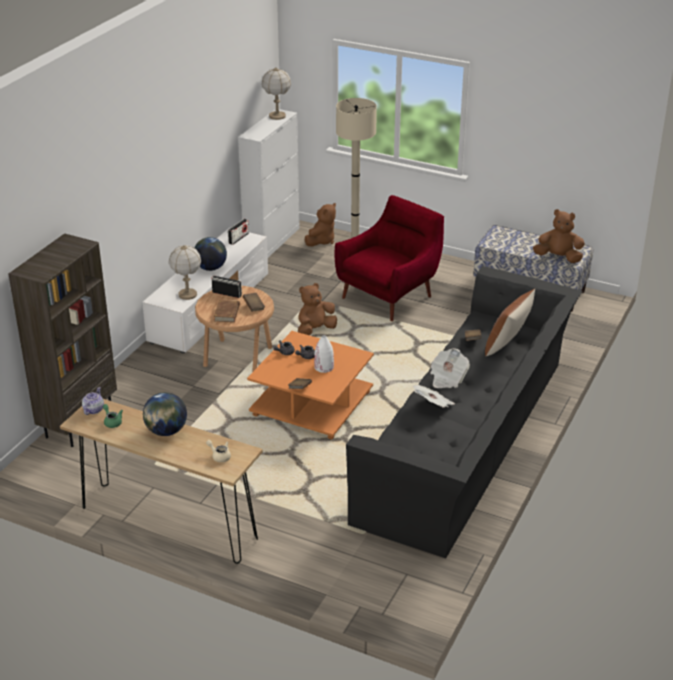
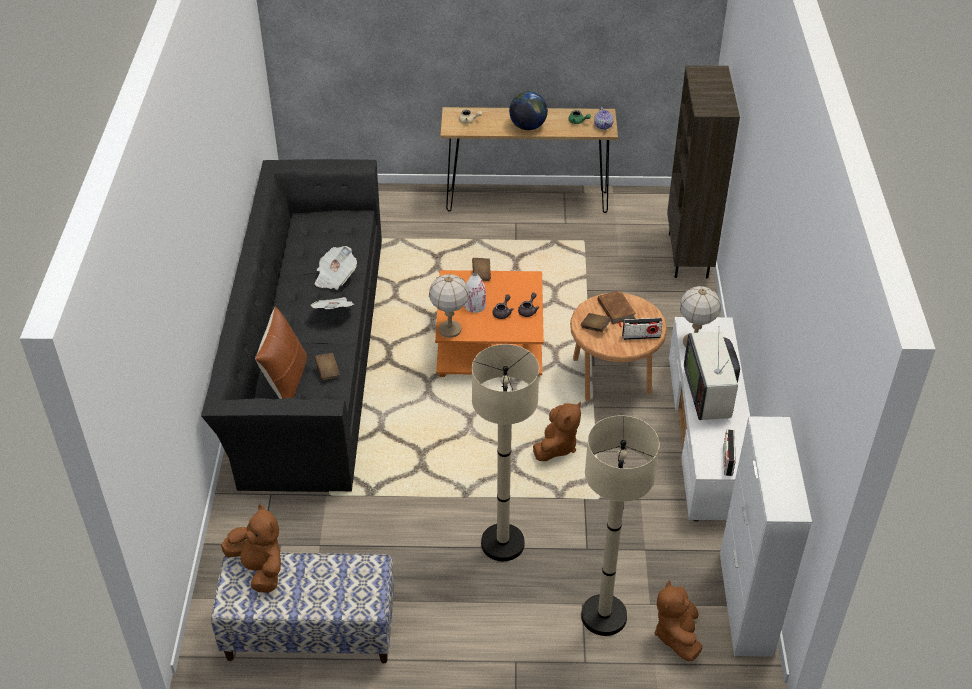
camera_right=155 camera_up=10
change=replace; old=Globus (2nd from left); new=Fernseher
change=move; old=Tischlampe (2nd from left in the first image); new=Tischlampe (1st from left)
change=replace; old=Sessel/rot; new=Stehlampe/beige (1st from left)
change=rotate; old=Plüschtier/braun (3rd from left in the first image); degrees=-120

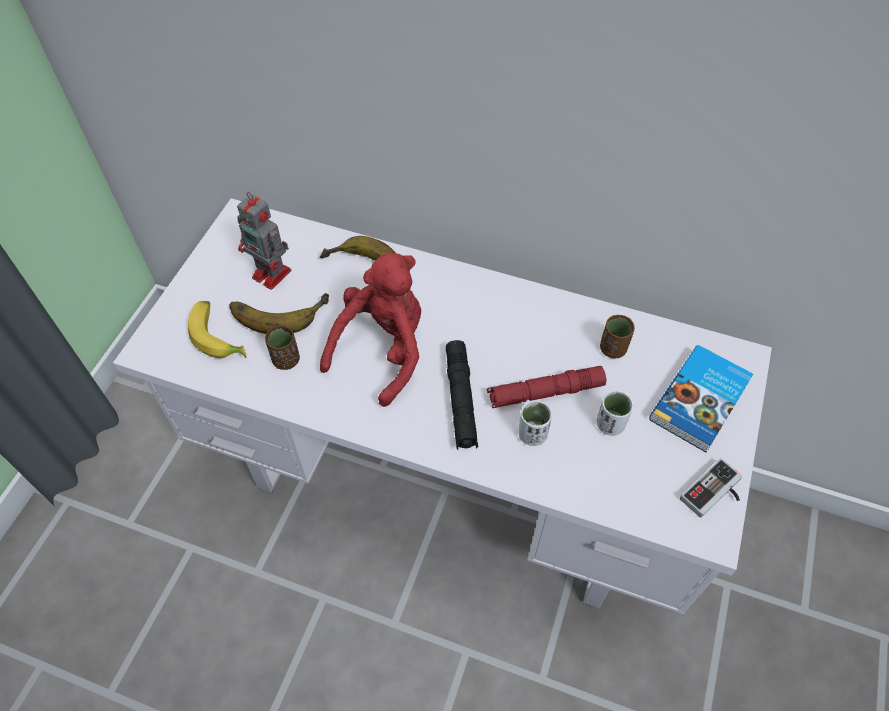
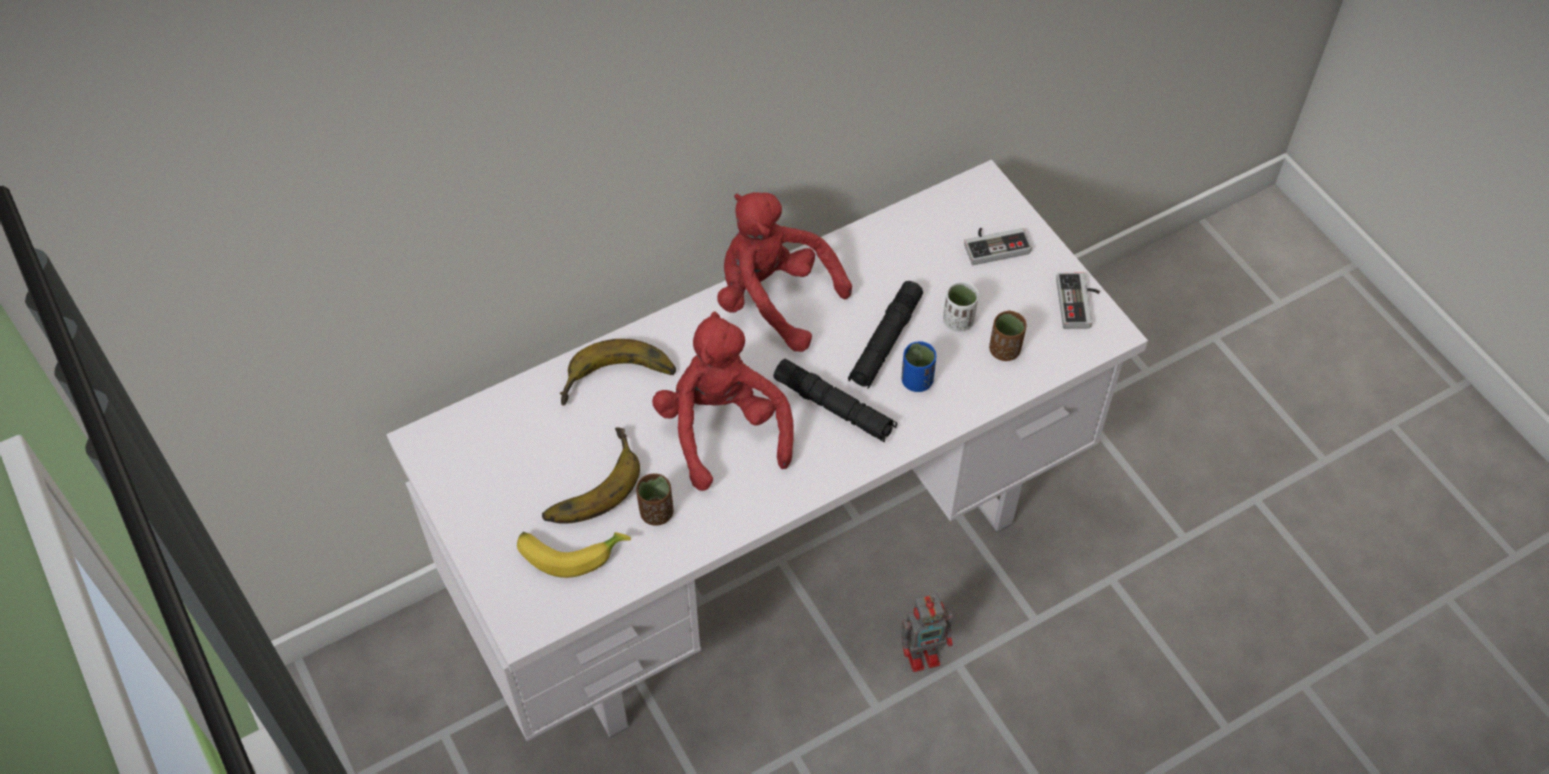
camera_right=-50 camera_up=0
change=move; old=Spielzeugroboter
change=recolor; old=Taschenlampe/rot; new=Taschenlampe/schwarz (2nd from left)
change=recolor; old=Tasse/weiß (1st from left); new=Tasse/blau
change=move; old=Tasse/braun (2nd from left)
change=replace; old=Buch; new=Gamepad (1st from left)
change=insert; new=Plüschtier/rot (2nd from left)

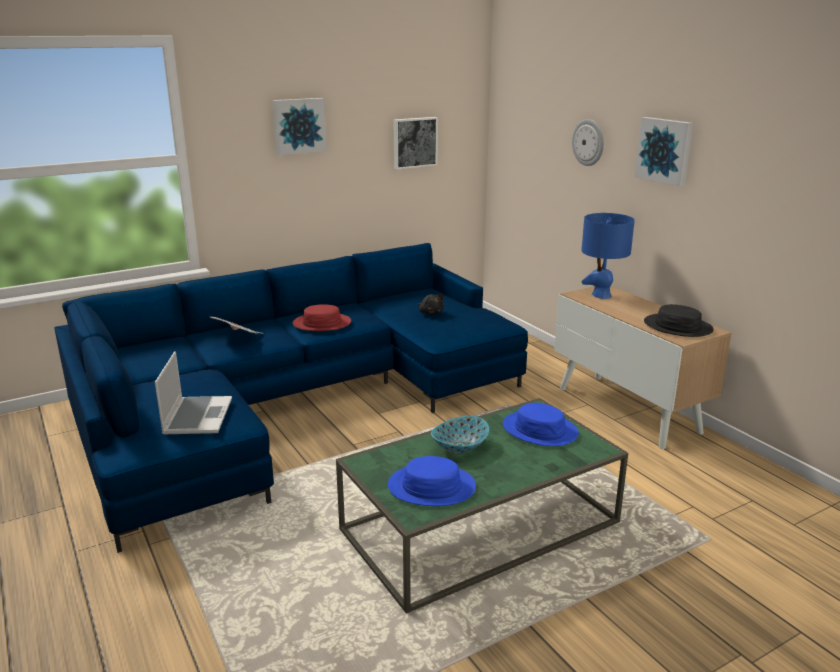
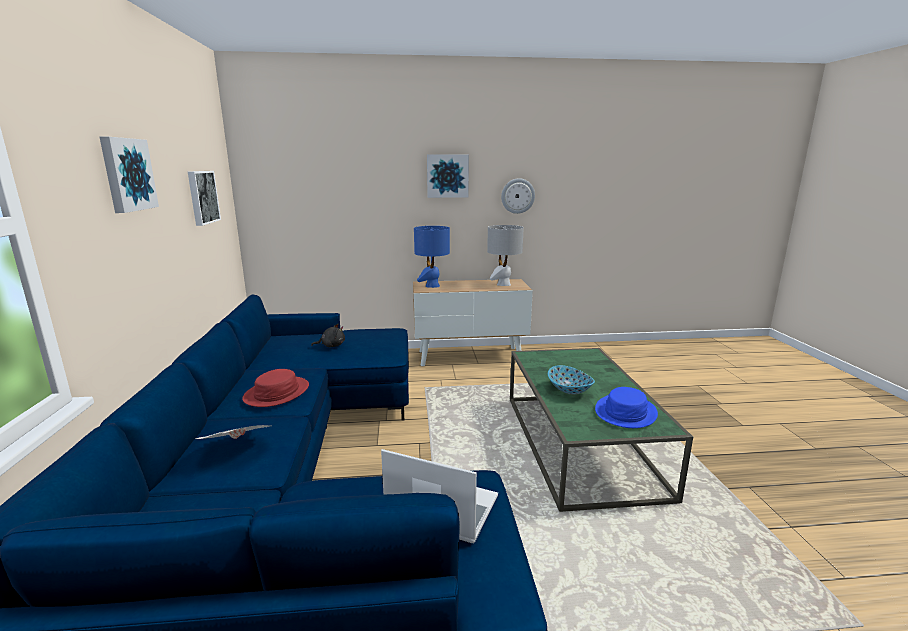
camera_right=-65 camera_up=-5
change=delete; old=Hut/blau (2nd from left)
change=move; old=Wanduhr
change=replace; old=Hut/schwarz; new=Tischlampe/grau

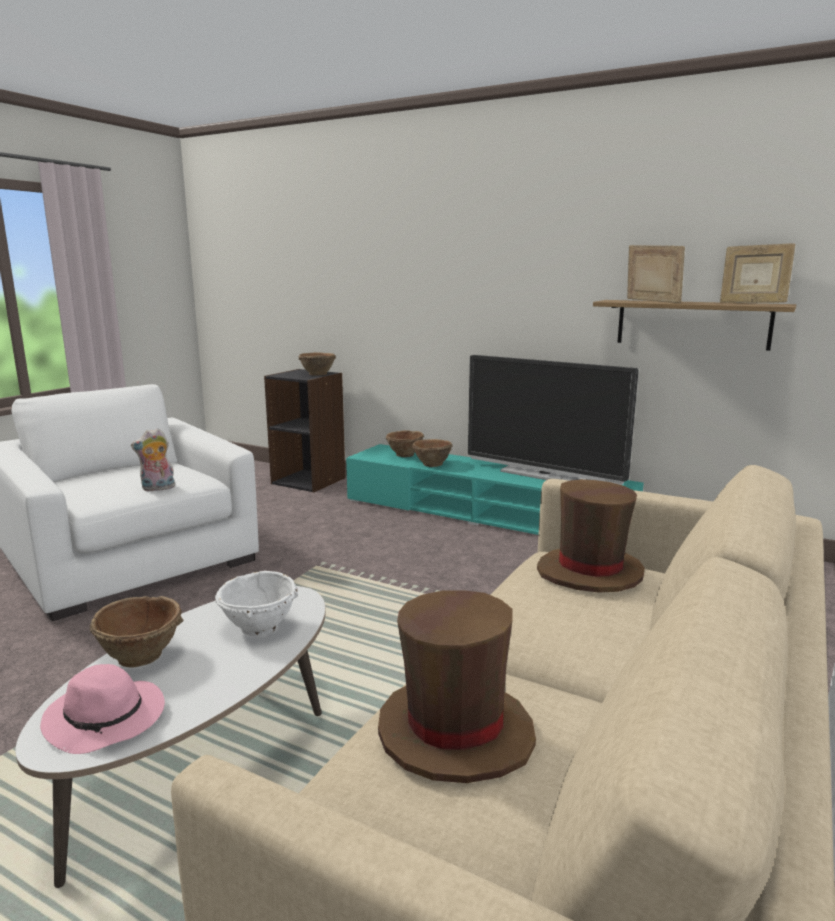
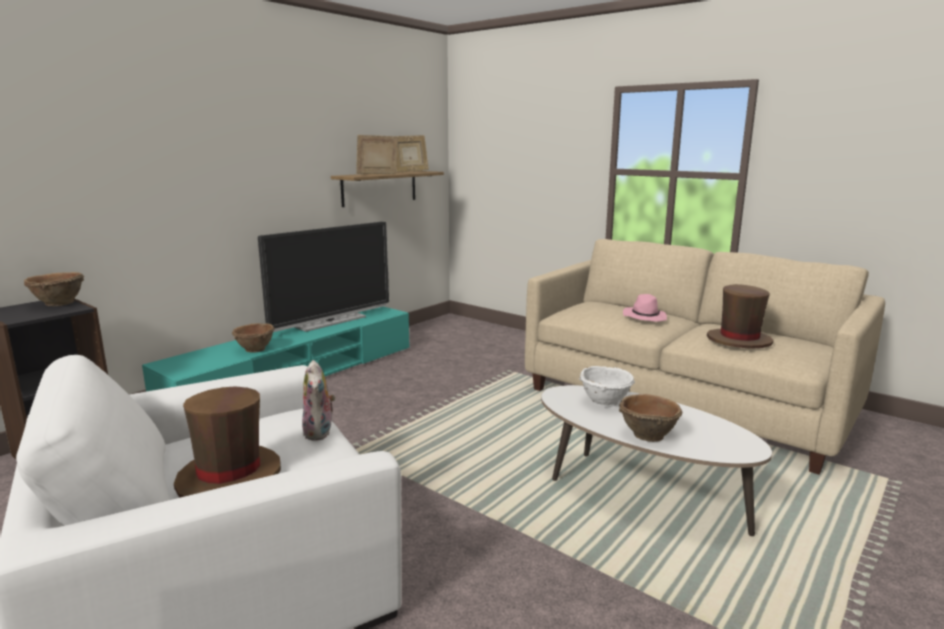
camera_right=-80 camera_up=0
change=move; old=Hut/rosa
change=delete; old=Schüssel/braun (3rd from left)
change=move; old=Hut/braun (2nd from left in the first image); new=Hut/braun (1st from left)

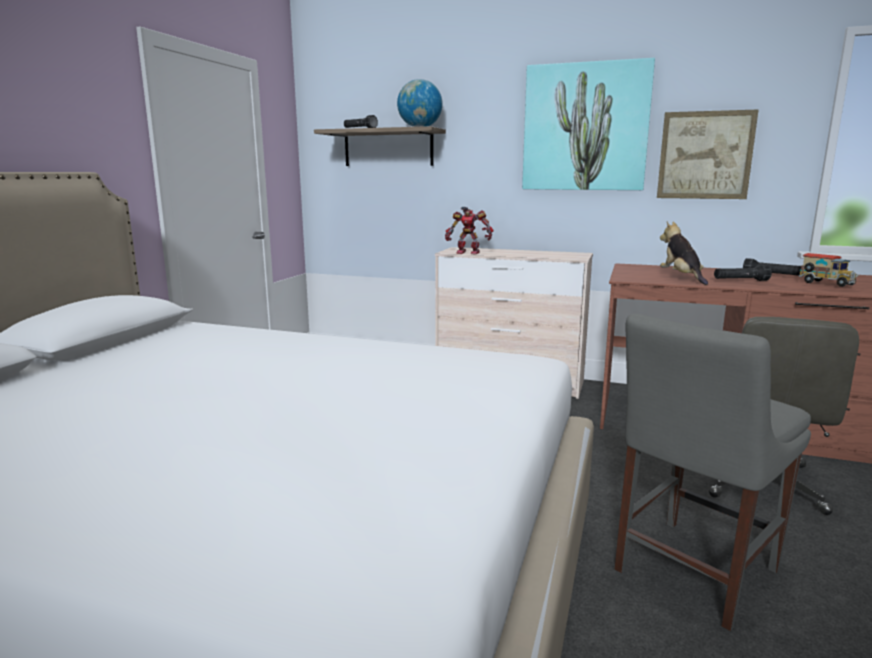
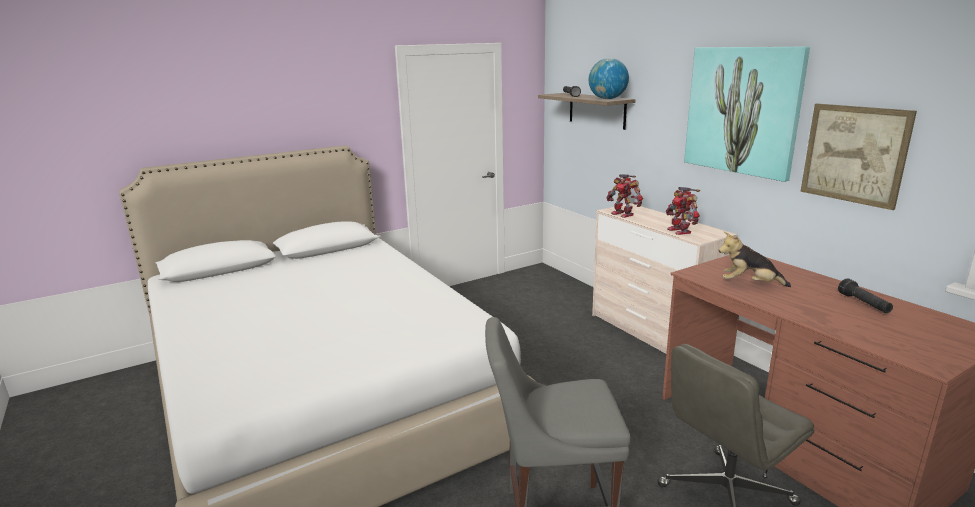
camera_right=40 camera_up=5
change=rotate; old=Plüschtier; degrees=-105
change=delete; old=Taschenlampe/schwarz (2nd from left)
change=delete; old=Spielzeuglaster
change=insert; new=Spielzeugroboter (2nd from left)

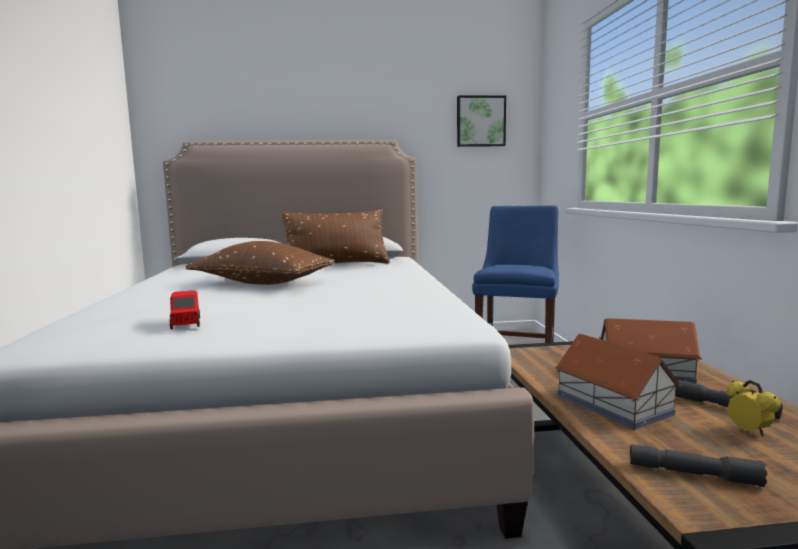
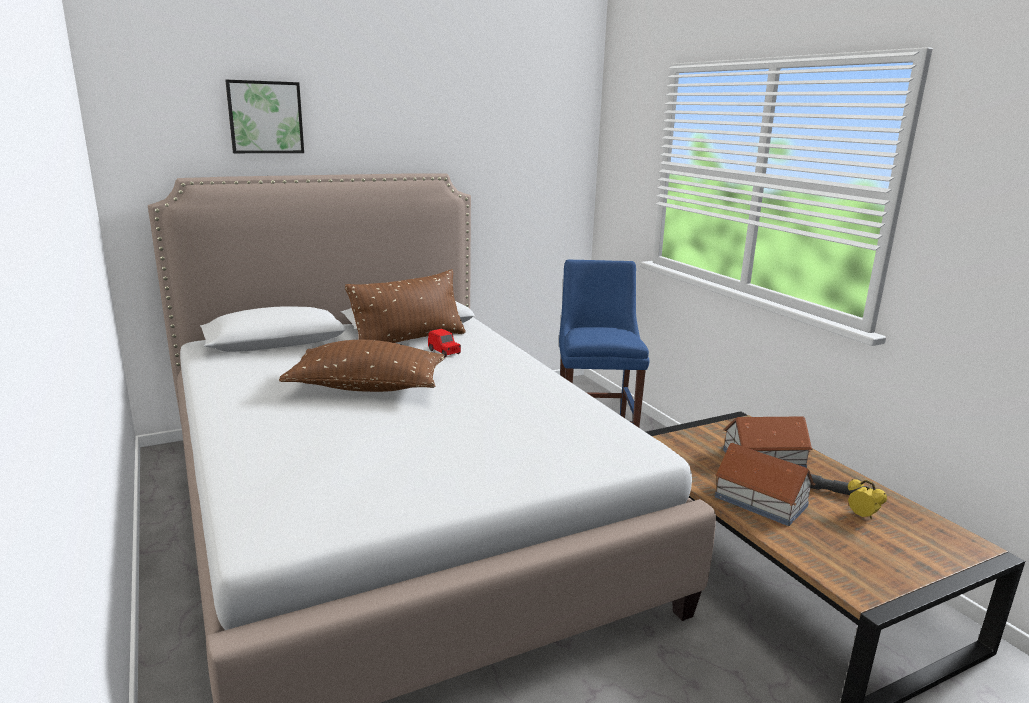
camera_right=-20 camera_up=10
change=move; old=Spielzeugauto/rot
change=move; old=Bild
change=delete; old=Taschenlampe/grau (1st from left)

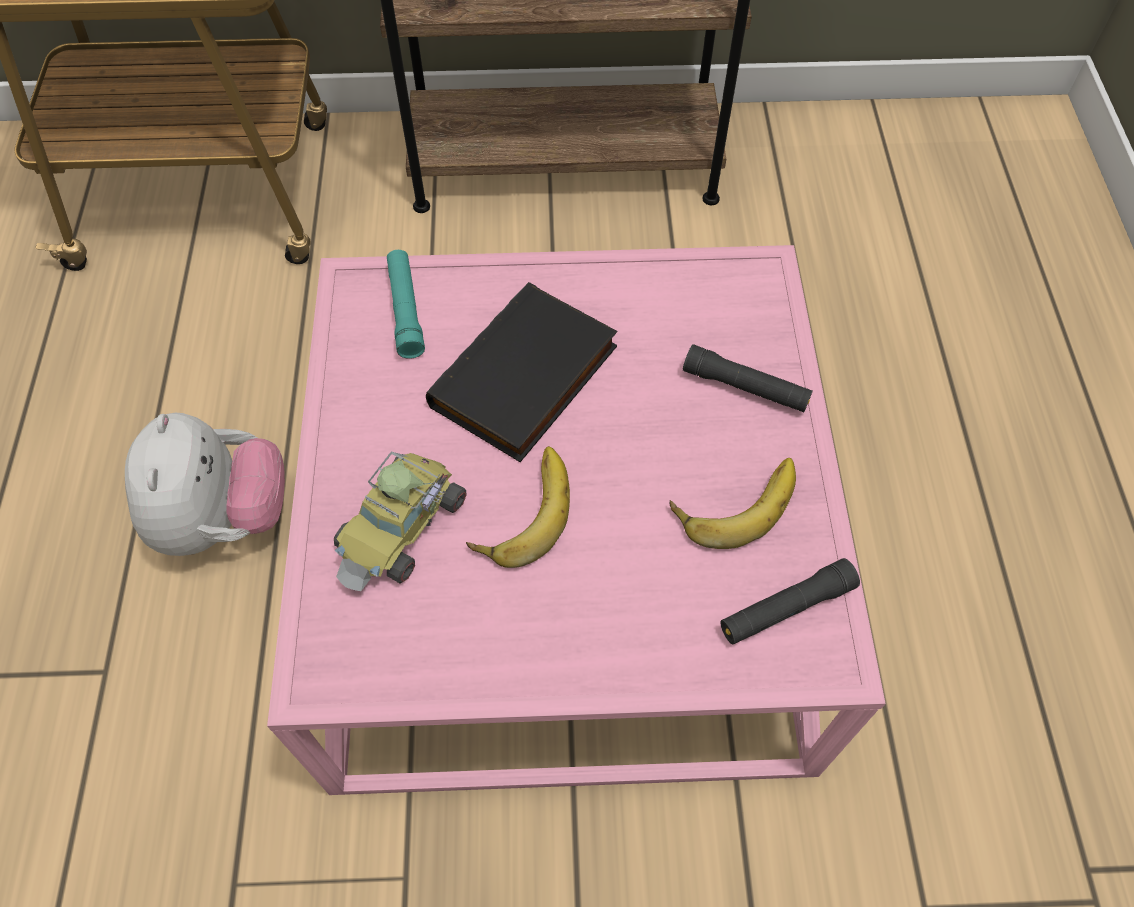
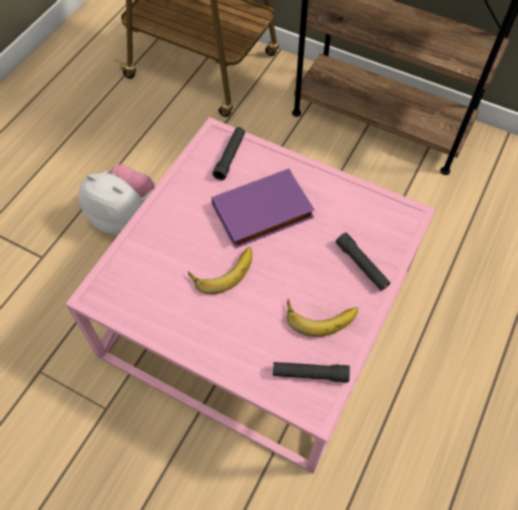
camera_right=30 camera_up=0
change=rotate; old=Plüschtier; degrees=-90
change=delete; old=Spielzeugauto
change=recolor; old=Taschenlampe/türkis; new=Taschenlampe/schwarz (1st from left)
change=recolor; old=Buch/schwarz; new=Buch/lila

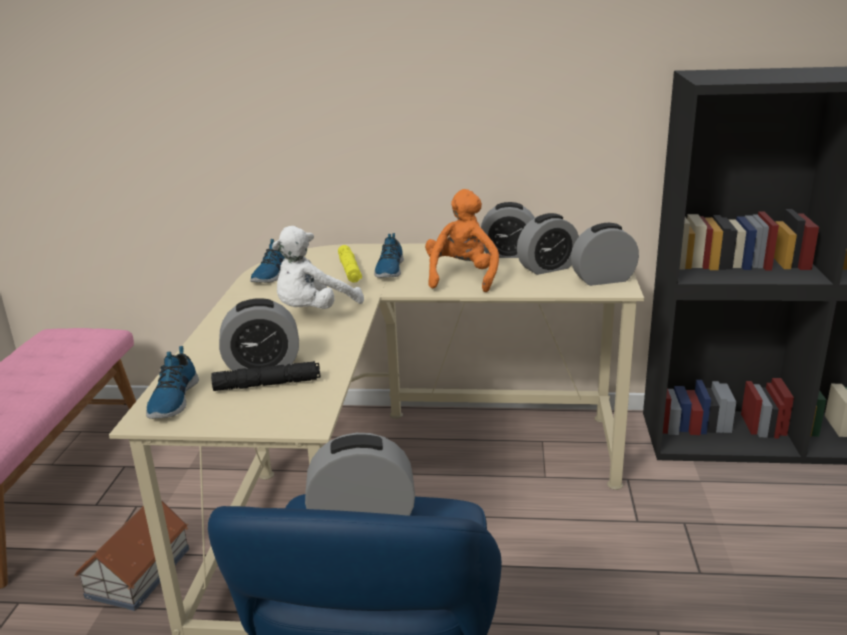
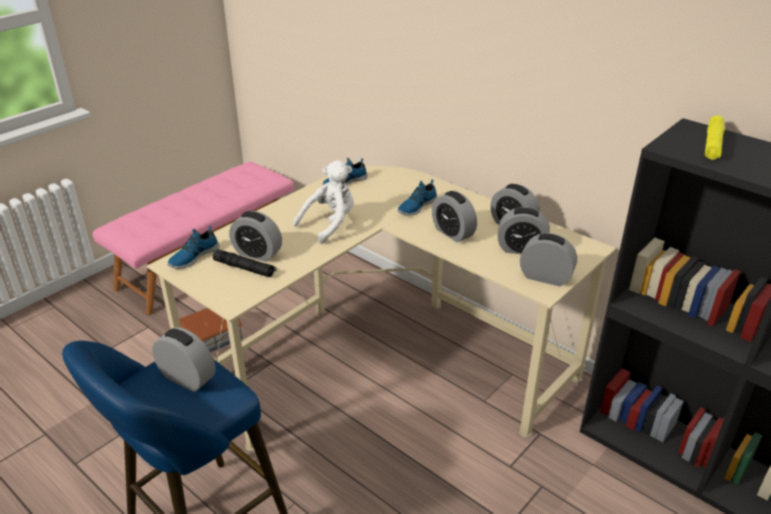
camera_right=35 camera_up=10
change=rotate; old=Plüschtier/weiß; degrees=150
change=move; old=Taschenlampe/gelb
change=replace; old=Plüschtier/orange; new=Wecker (3rd from left)

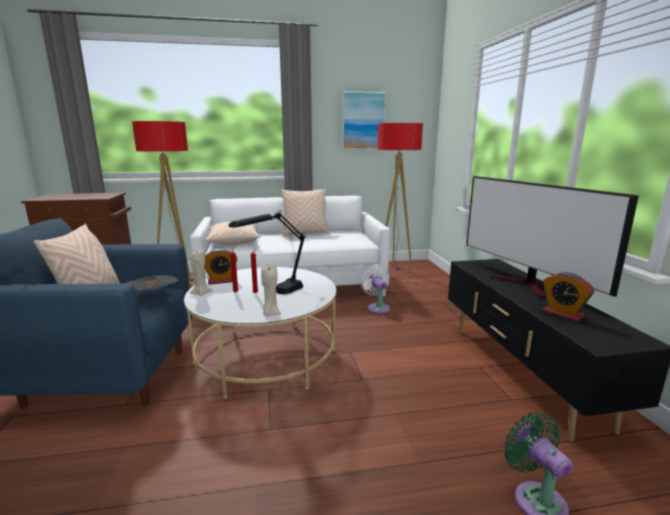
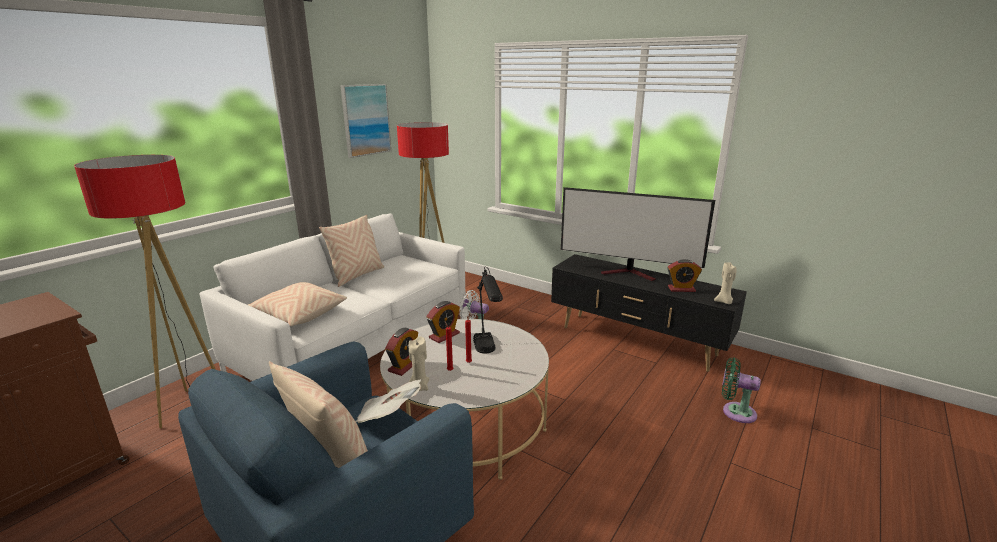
camera_right=-45 camera_up=5
change=move; old=Kerze/beige (2nd from left)
change=insert; new=Wecker (2nd from left)

